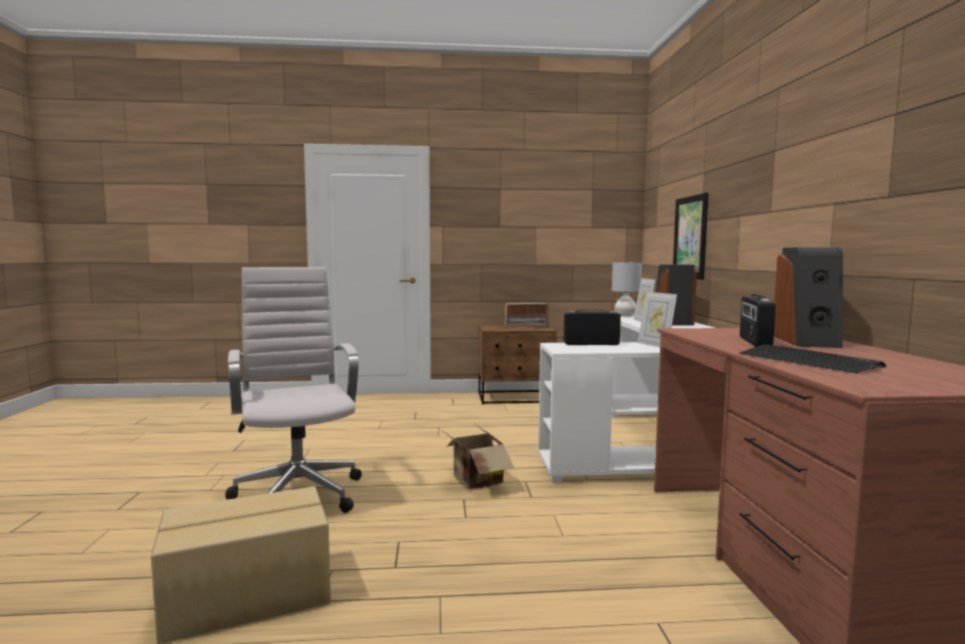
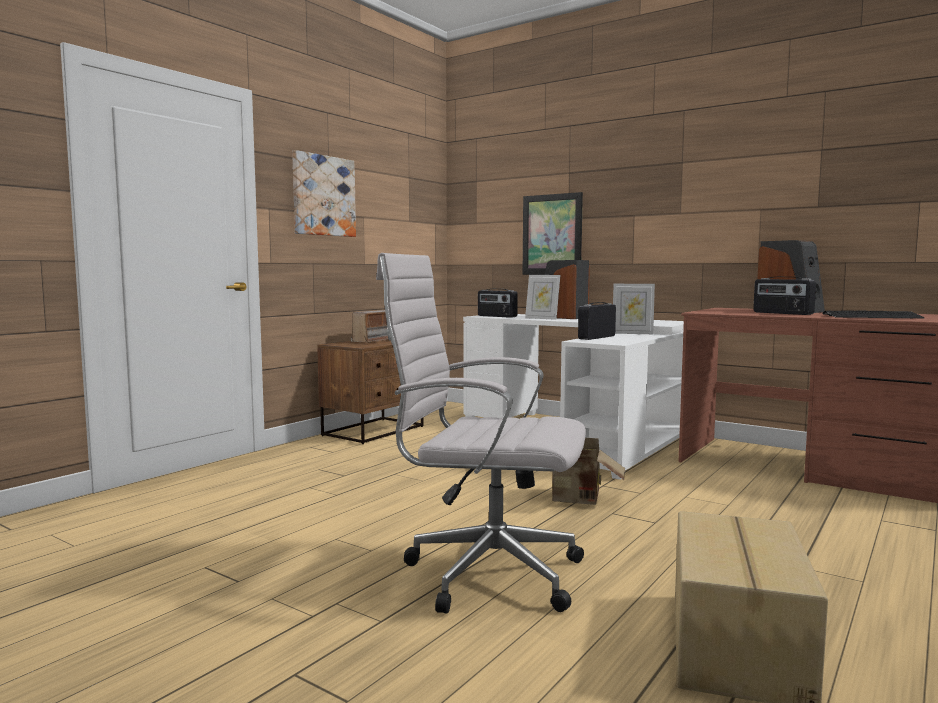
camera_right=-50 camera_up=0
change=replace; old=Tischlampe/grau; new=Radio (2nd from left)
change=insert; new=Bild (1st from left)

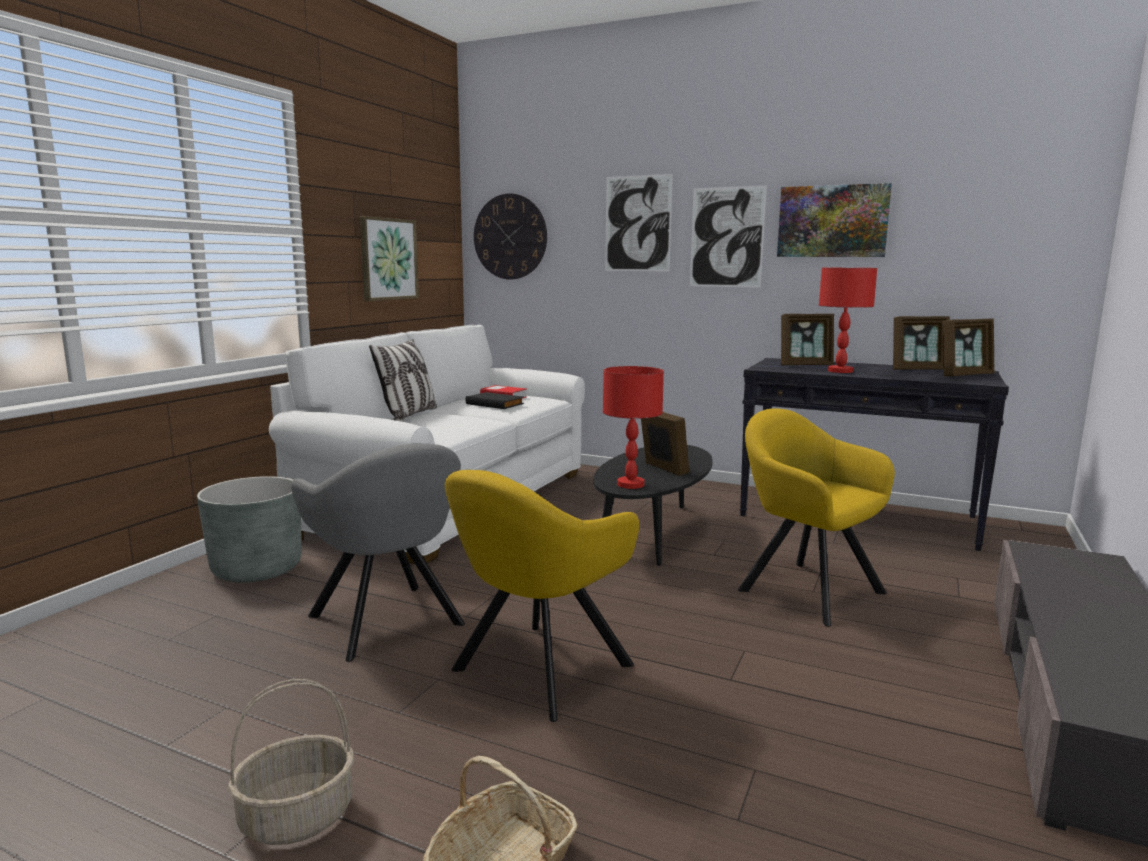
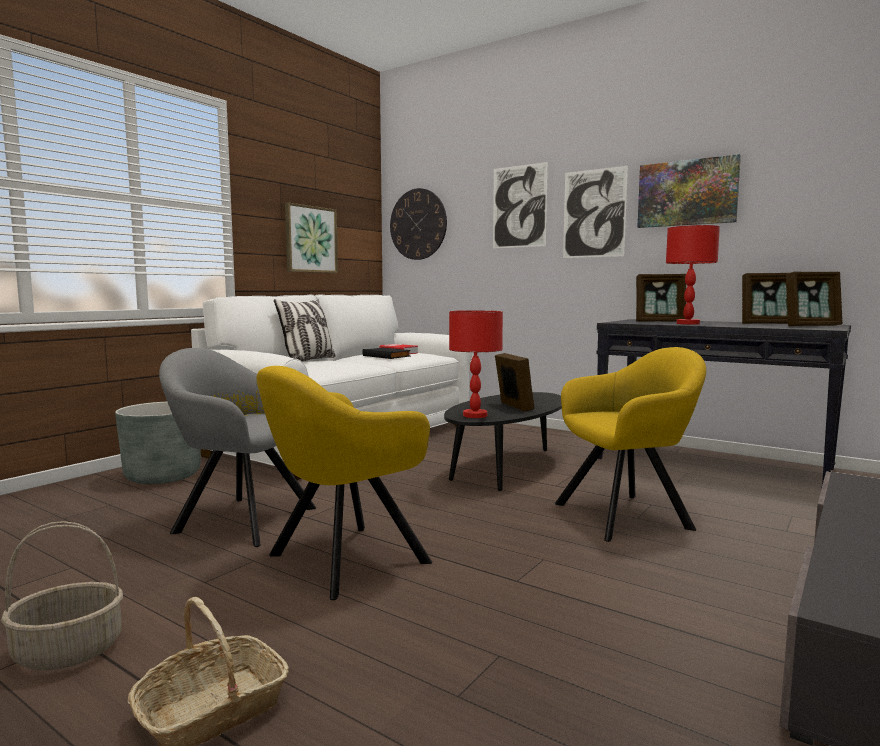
camera_right=10 camera_up=-5
change=rotate; old=Sessel/grau; degrees=135
change=rotate; old=Sessel/gelb (2nd from left); degrees=105

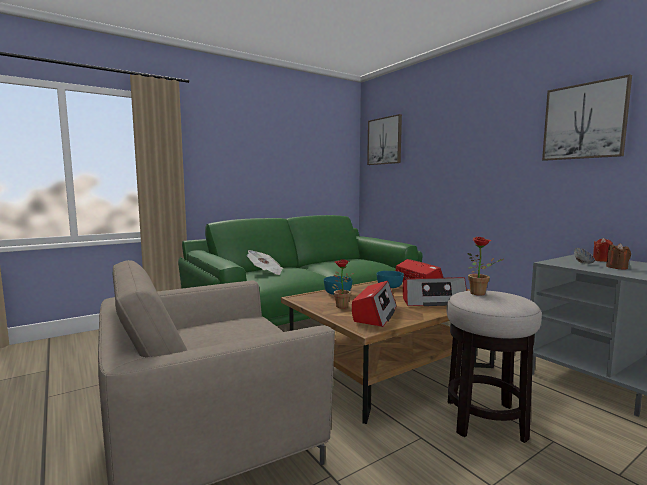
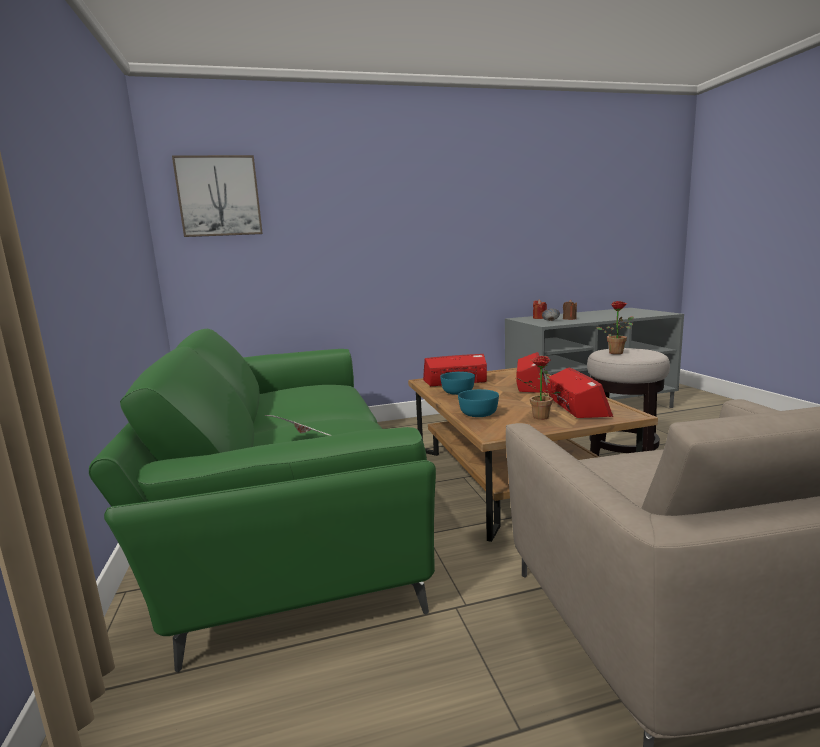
camera_right=-70 camera_up=5
change=rotate; old=Radio (1st from left in the first image); degrees=45
change=delete; old=Bild (2nd from left)

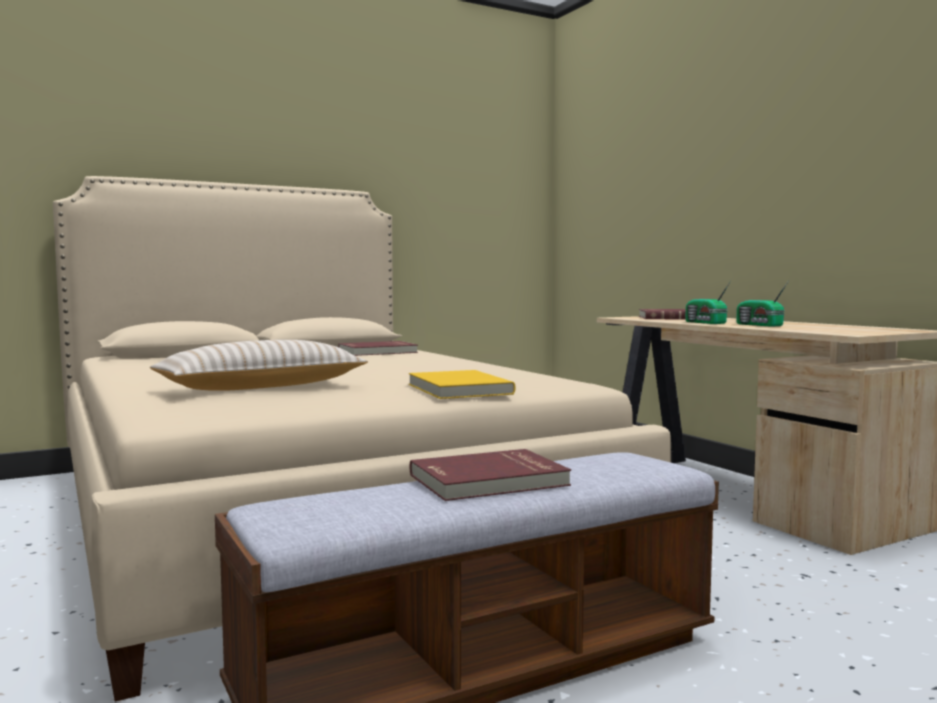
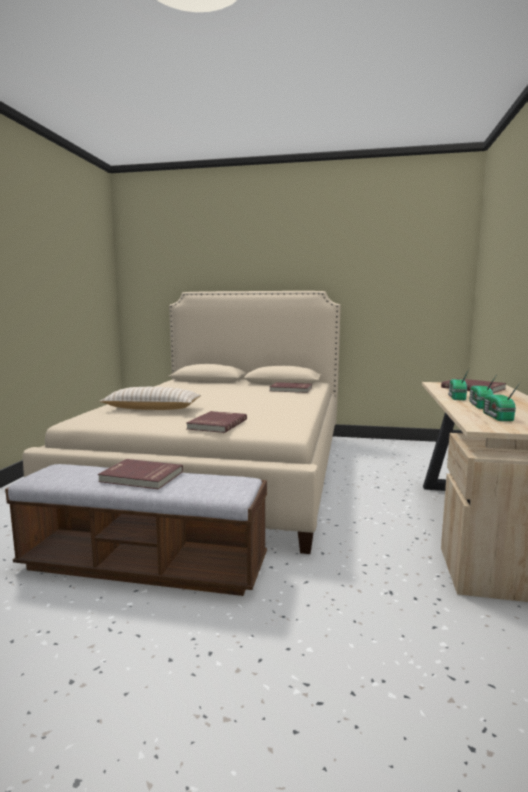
camera_right=40 camera_up=5
change=recolor; old=Buch/gelb; new=Buch/rot (2nd from left)
change=insert; new=Radio (3rd from left)

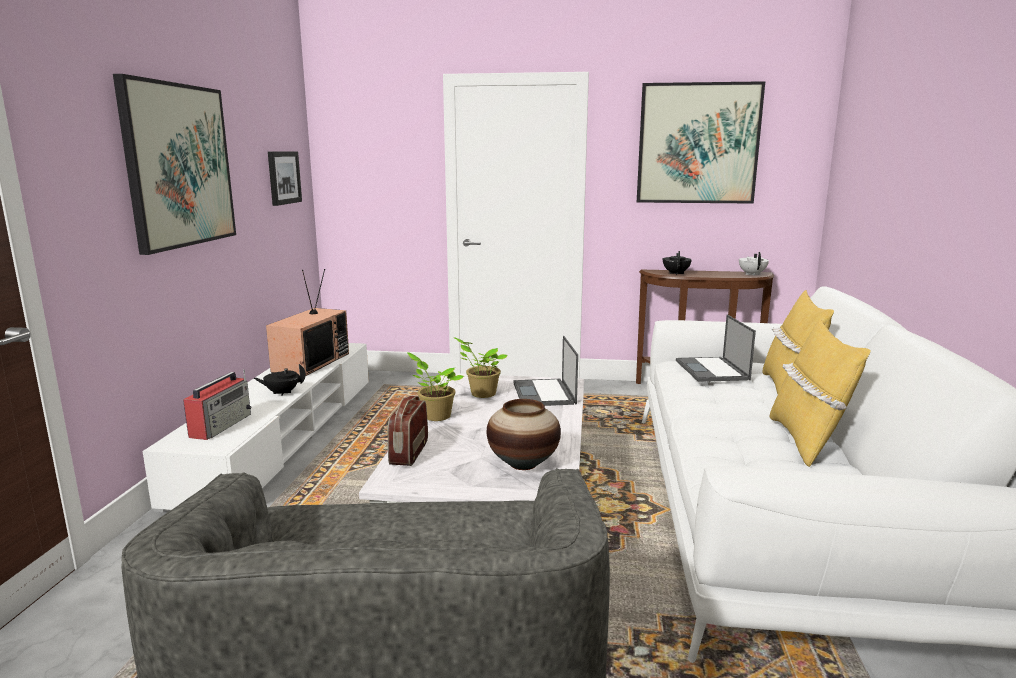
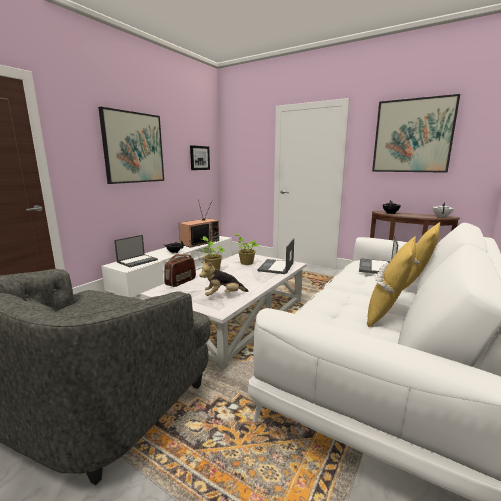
camera_right=25 camera_up=0
change=replace; old=Radio (1st from left); new=Laptop (1st from left)
change=replace; old=Vase; new=Plüschtier

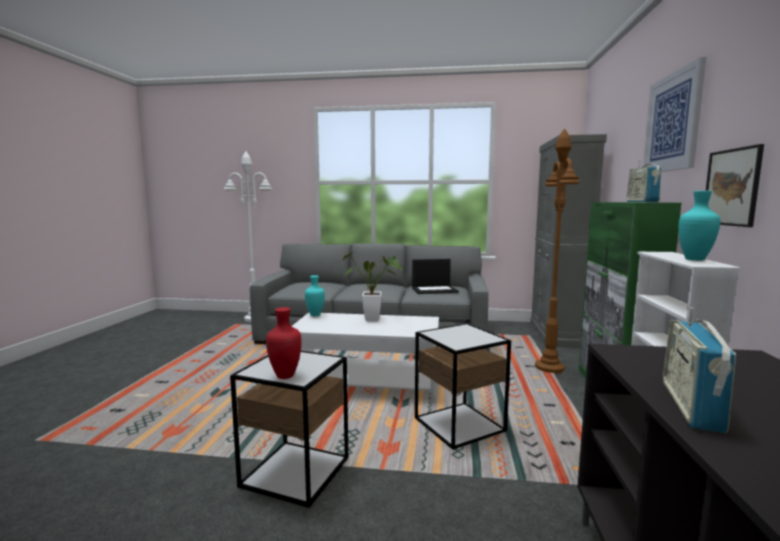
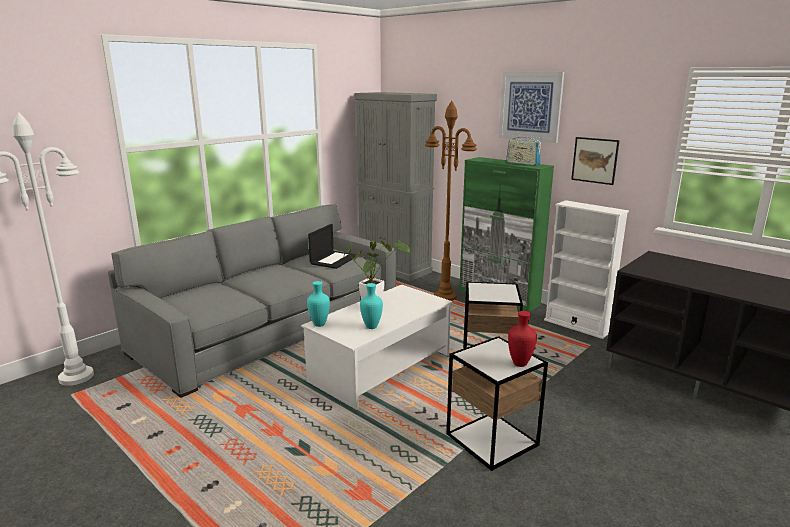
camera_right=-55 camera_up=10
change=delete; old=Radio (2nd from left)
change=move; old=Vase/türkis (2nd from left)

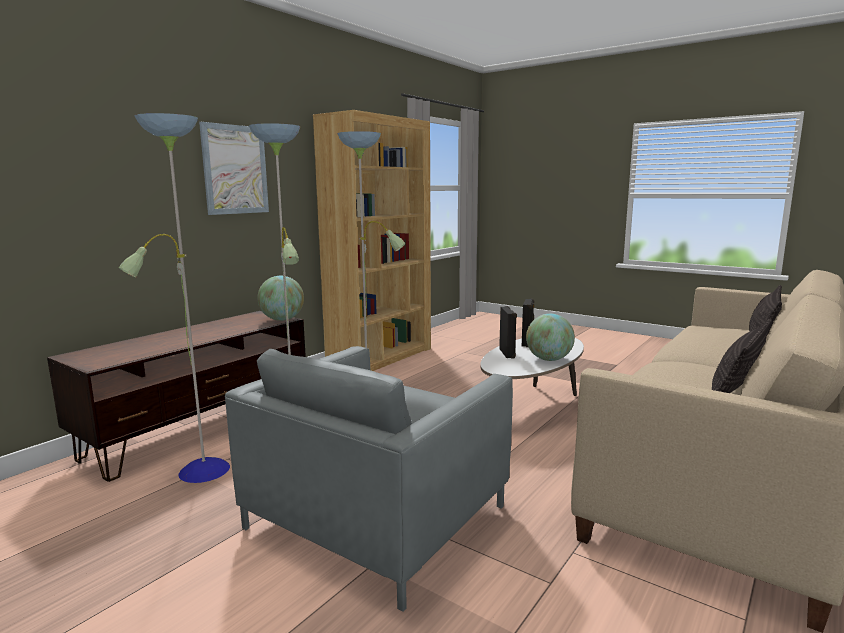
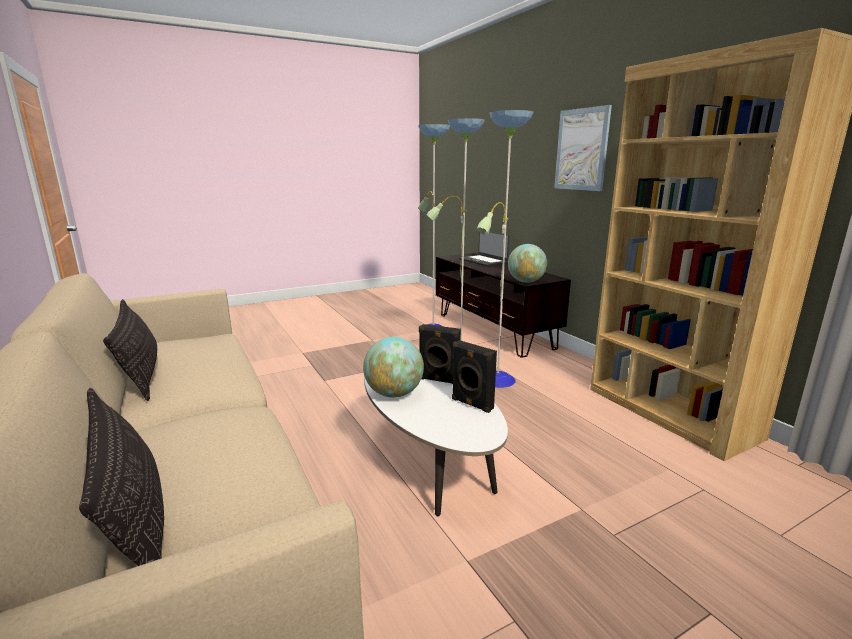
camera_right=115 camera_up=5
change=delete; old=Sessel/grau
change=insert; new=Laptop

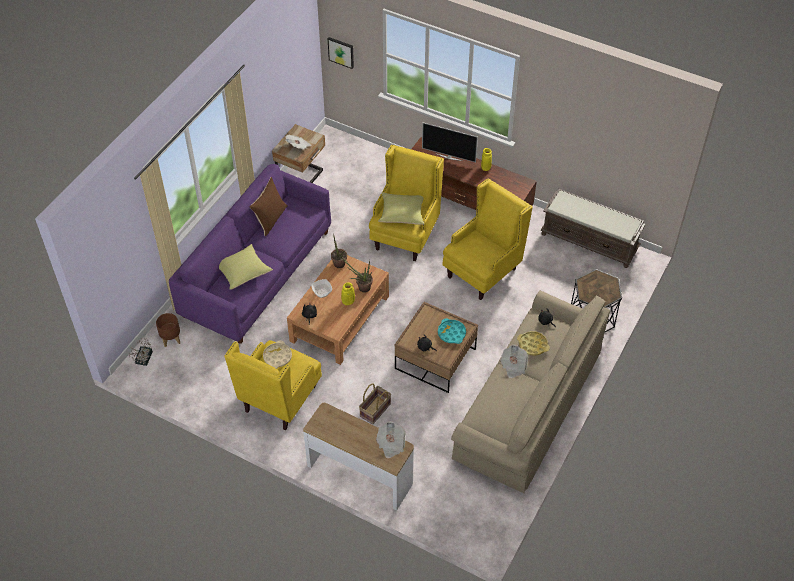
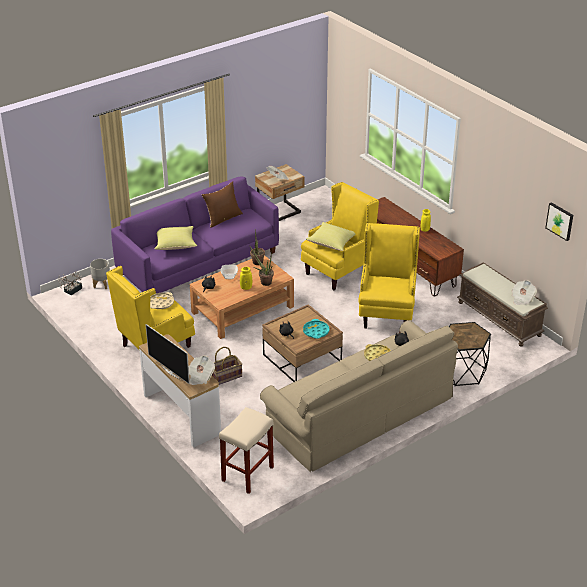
camera_right=25 camera_up=-15
change=recolor; old=Pflanzkübel/braun; new=Pflanzkübel/grau
change=move; old=Bild
change=move; old=Fernseher
change=rotate; old=Sessel/gelb (3rd from left); degrees=-60
change=move; old=Zeitung (3rd from left)
change=insert; new=Hocker/beige

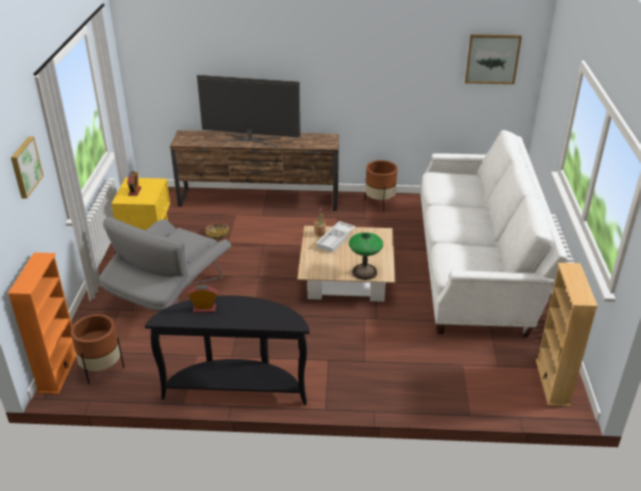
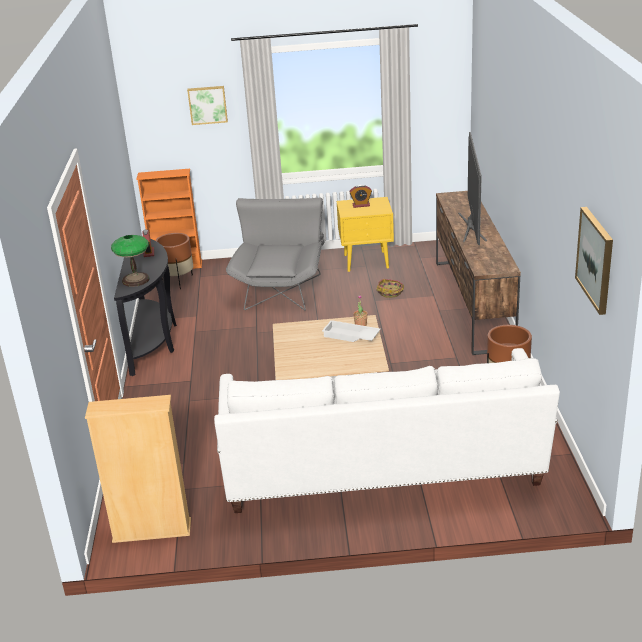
camera_right=85 camera_up=-5
change=rotate; old=Sessel/grau; degrees=75
change=move; old=Tischlampe

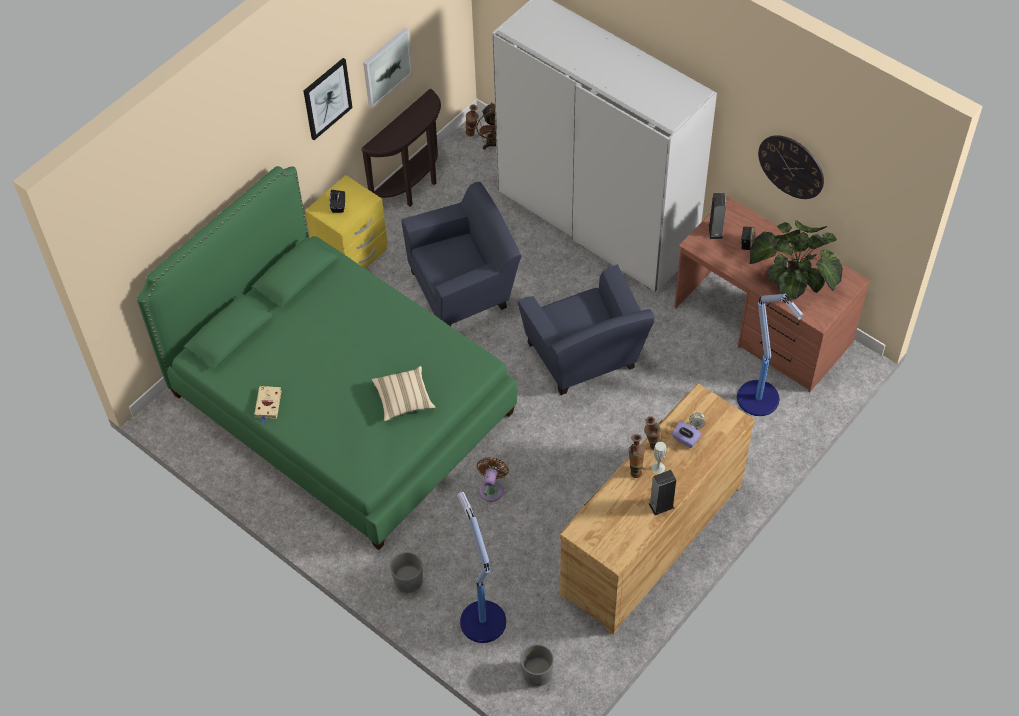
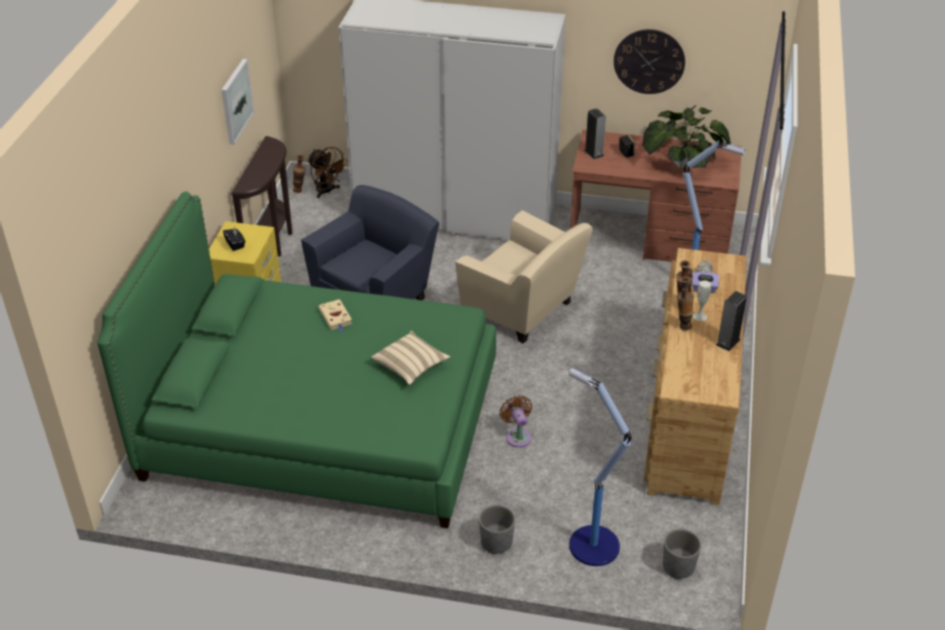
camera_right=-30 camera_up=-15
change=move; old=Buch/beige
change=delete; old=Bild (1st from left)
change=recolor; old=Sessel/blau (2nd from left); new=Sessel/beige

